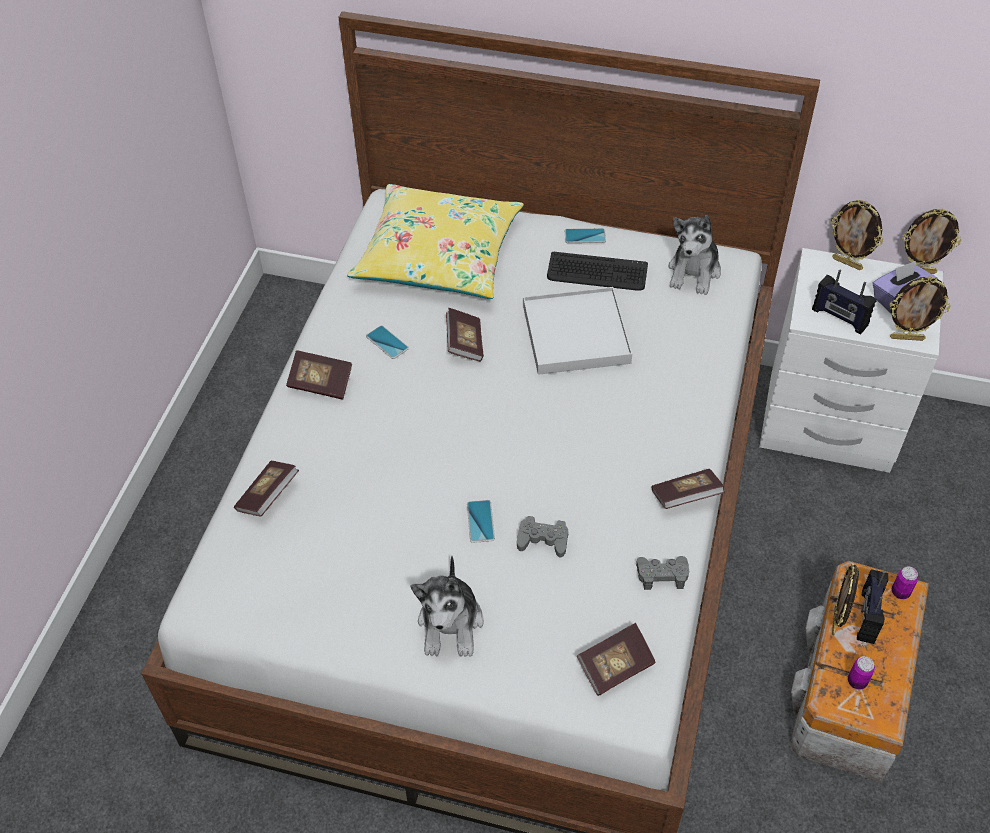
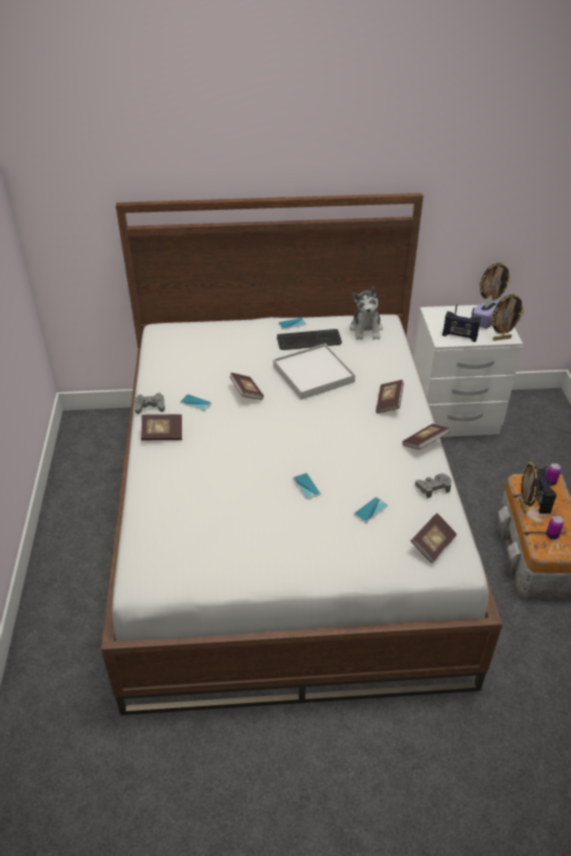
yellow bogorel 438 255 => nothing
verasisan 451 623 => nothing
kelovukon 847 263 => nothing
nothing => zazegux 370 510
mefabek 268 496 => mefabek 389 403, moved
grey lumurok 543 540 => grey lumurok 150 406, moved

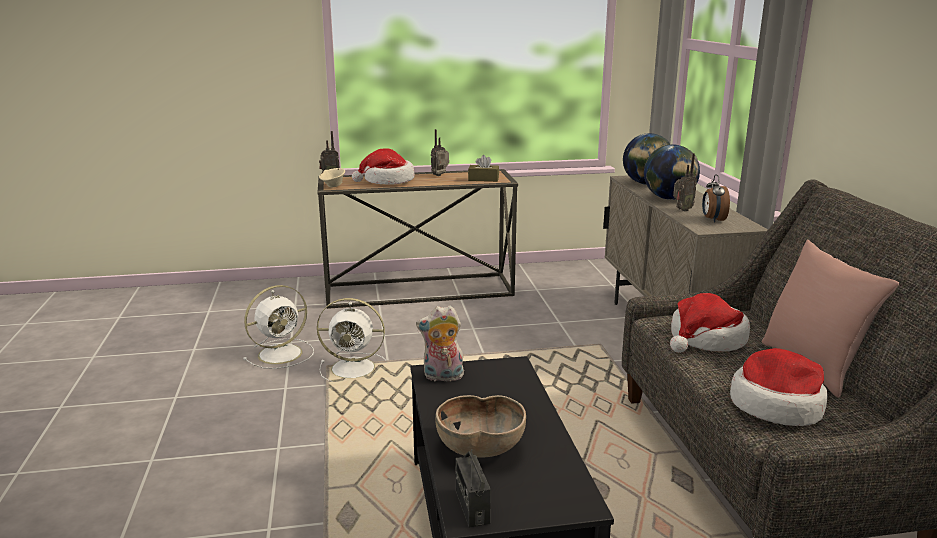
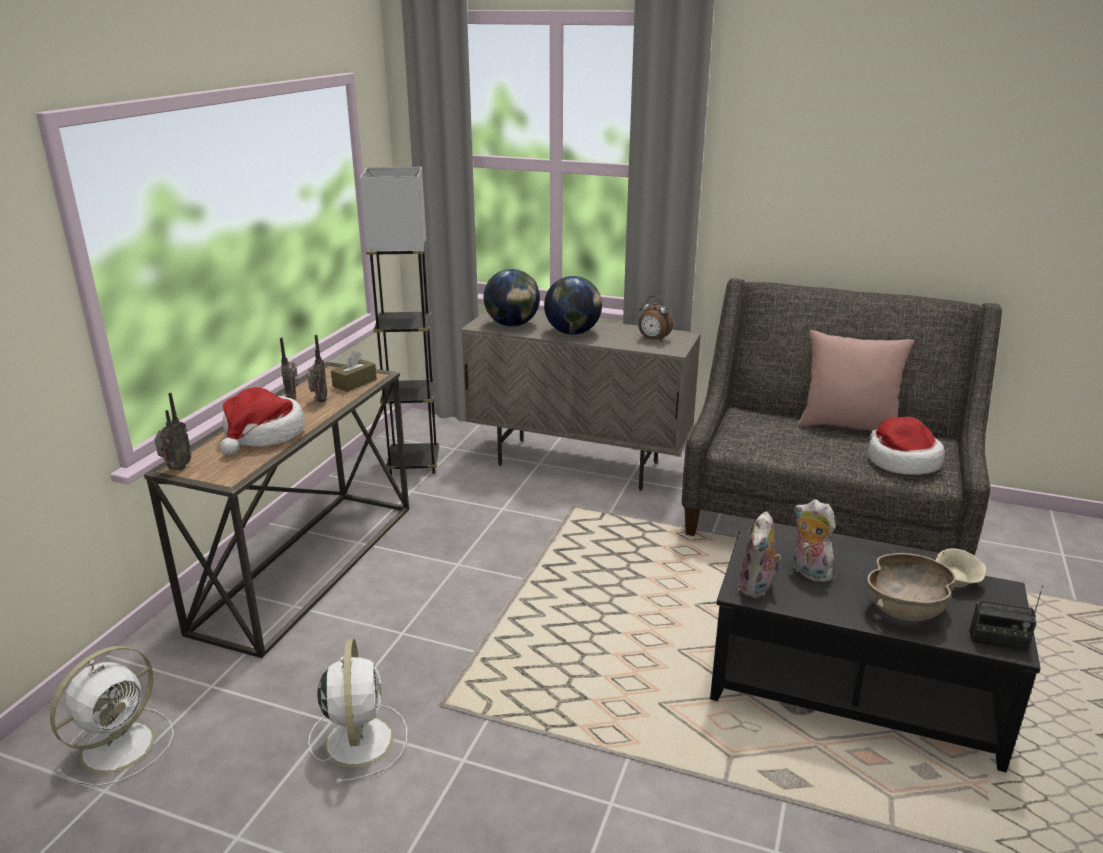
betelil 706 339 => nothing
nothing => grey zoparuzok 414 463
nothing => verasisan 808 572
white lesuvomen 355 368 => white lesuvomen 121 744, moved
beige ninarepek 333 186 => beige ninarepek 956 583, moved
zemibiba 681 210 => zemibiba 319 401, moved

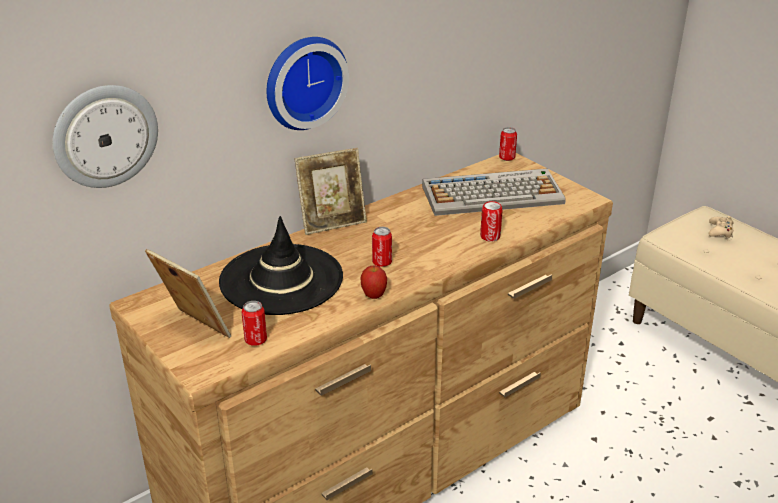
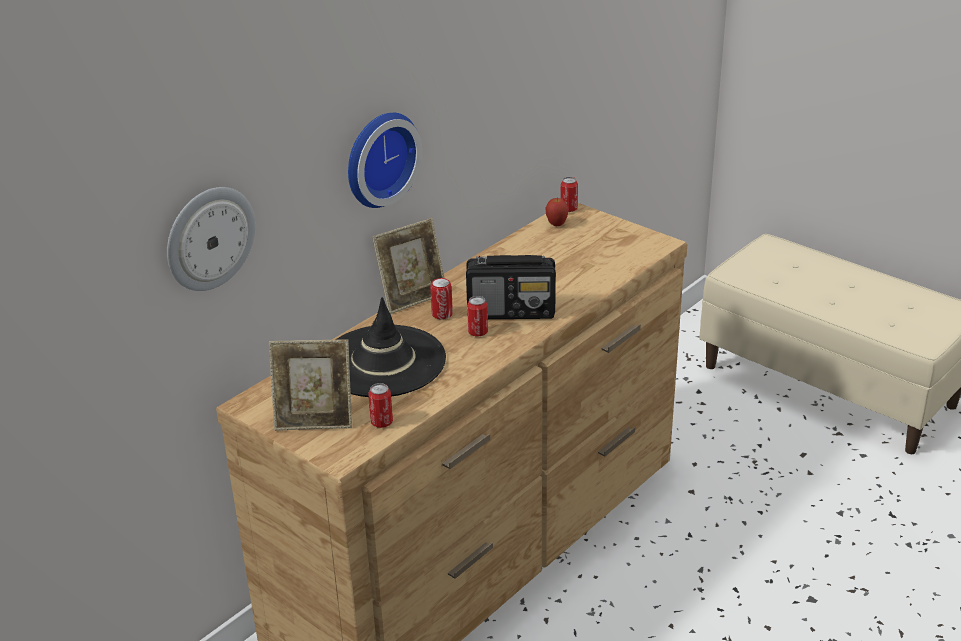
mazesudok 493 194 => nothing
beige lumurok 720 231 => nothing
nothing => zemibiba 512 311
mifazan 374 296 => mifazan 556 224, moved
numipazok 490 236 => numipazok 442 314, moved
kelovukon 193 329 => kelovukon 315 420, 150 degrees clockwise

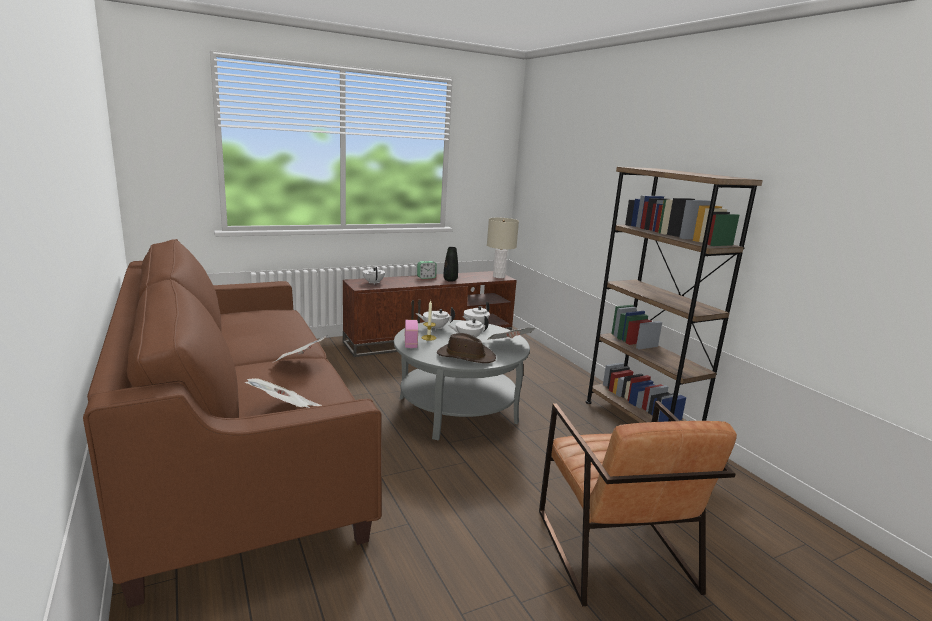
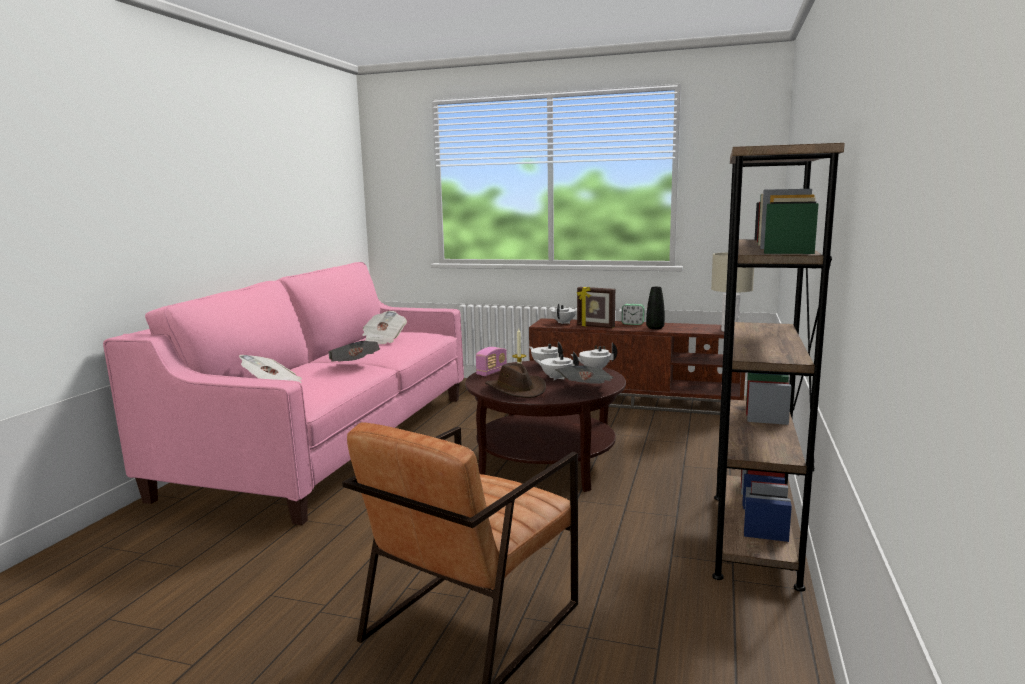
nothing => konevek 383 341
nothing => kelovukon 595 327
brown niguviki 237 450 => pink niguviki 331 442
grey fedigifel 457 410 => brown fedigifel 545 463

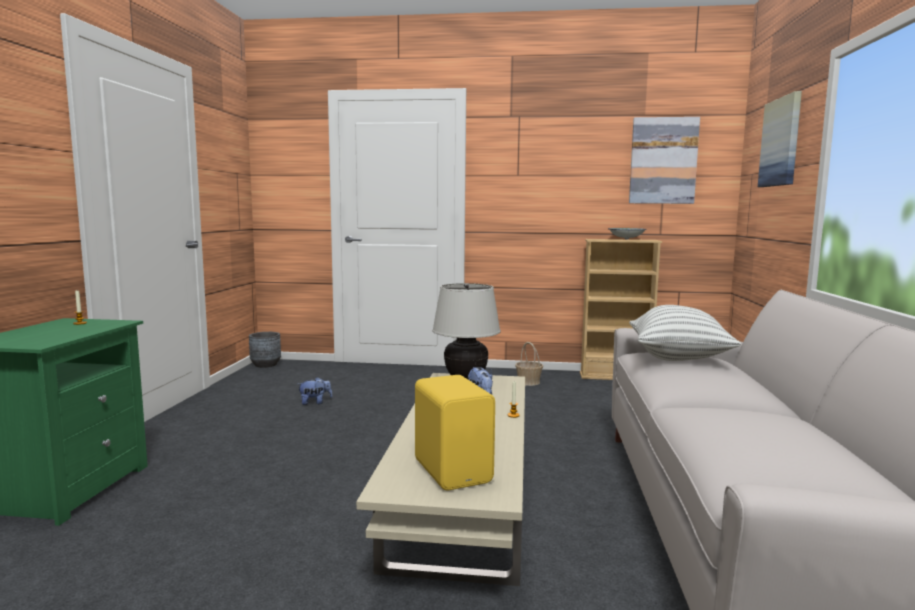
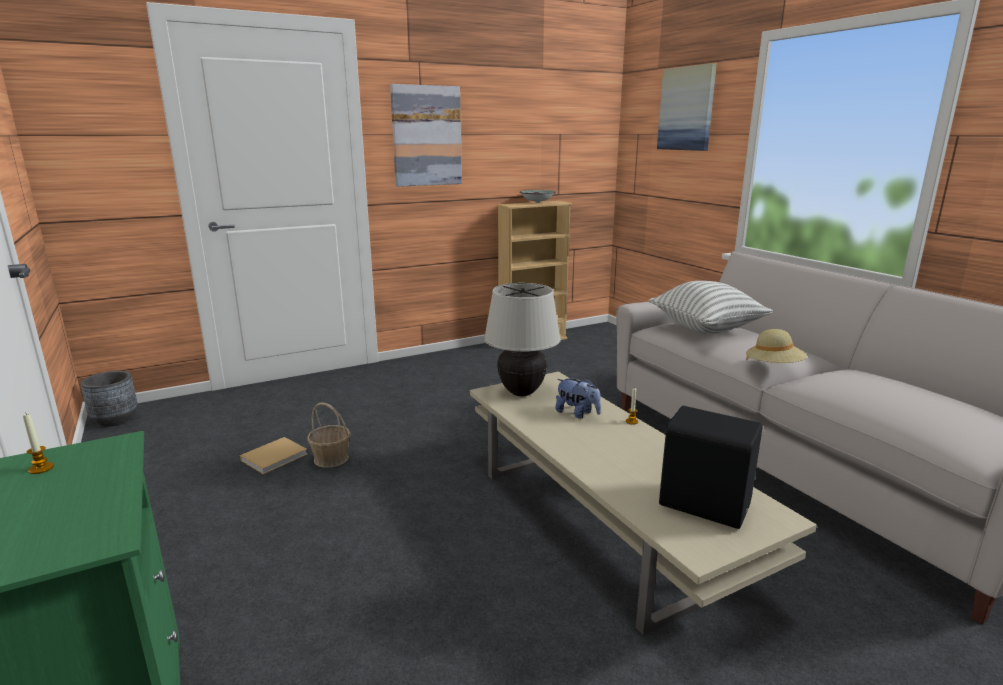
nothing => beige betelil 773 367
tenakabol 528 382 => tenakabol 331 459, moved
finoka 663 161 => finoka 426 136, moved
verasisan 315 402 => beige mefabek 276 456
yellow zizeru 454 471 => black zizeru 703 504

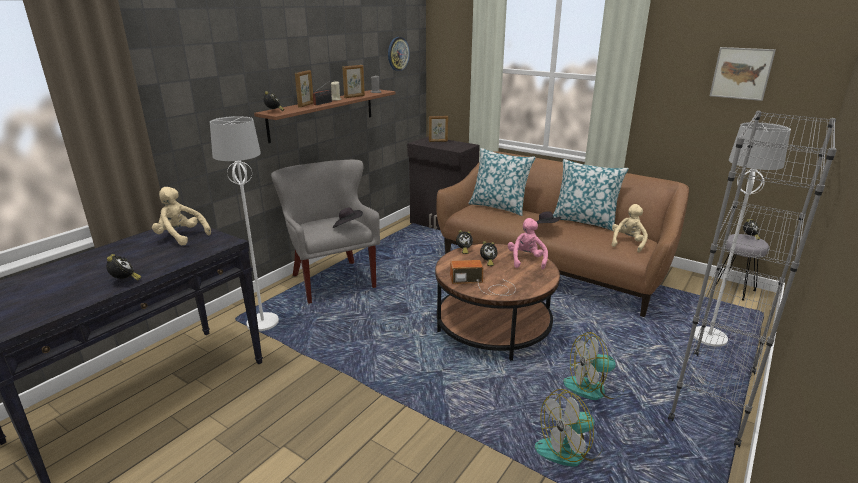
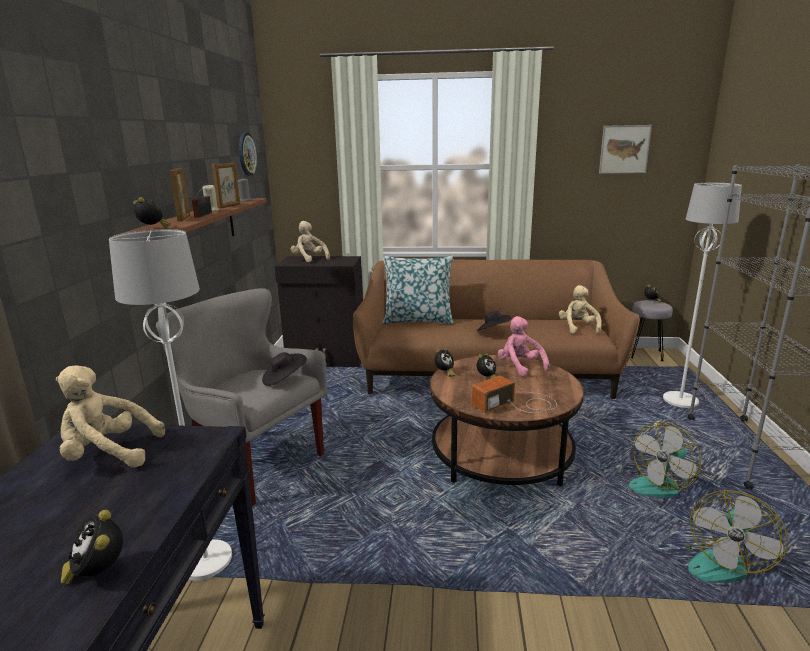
bogorel 584 221 => nothing
kelovukon 438 141 => beige verasisan 309 259
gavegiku 125 281 => gavegiku 98 573, 150 degrees counterclockwise

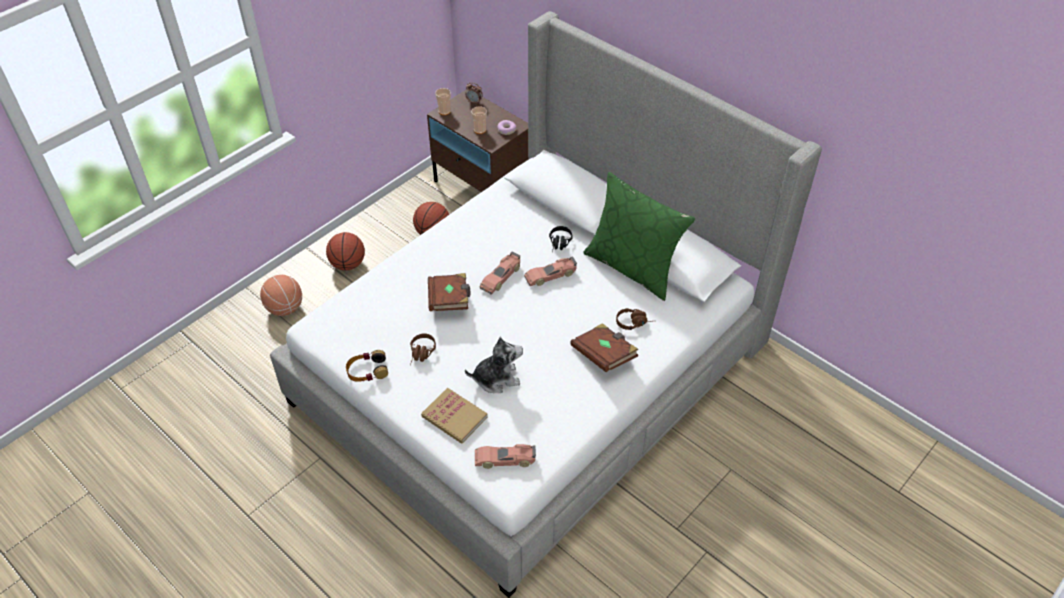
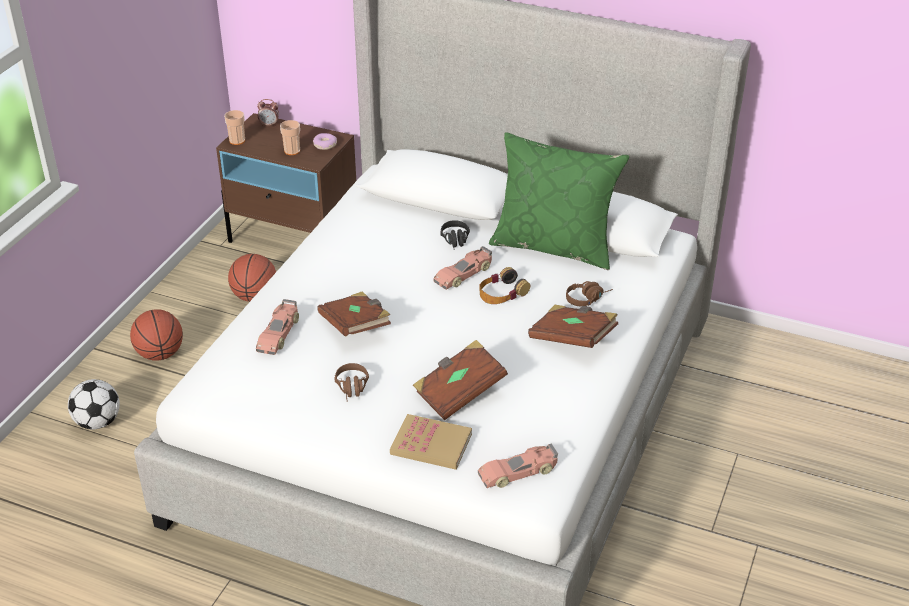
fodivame 367 370 => fodivame 502 293, moved
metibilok 501 277 => metibilok 278 333, moved
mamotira 285 308 => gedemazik 98 422
verasisan 496 378 => brown mefabek 459 392

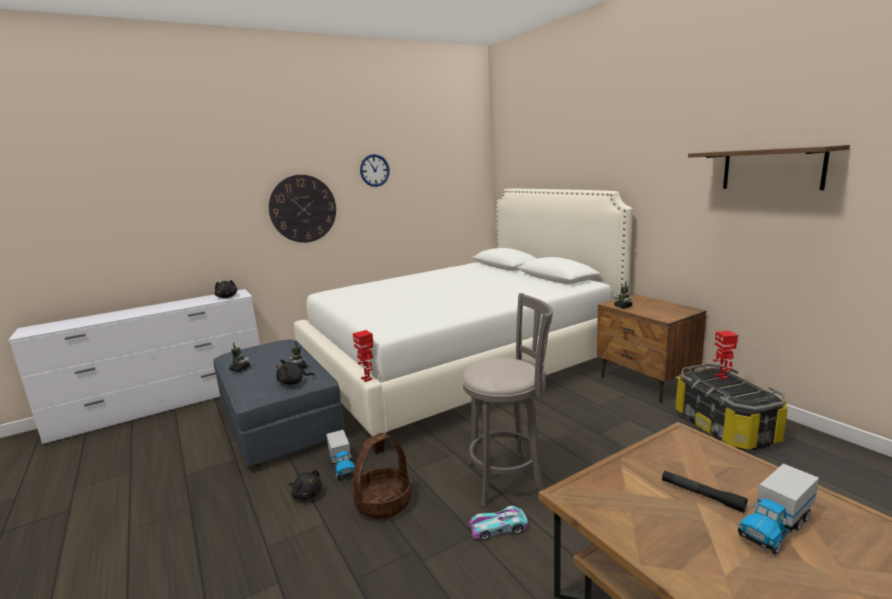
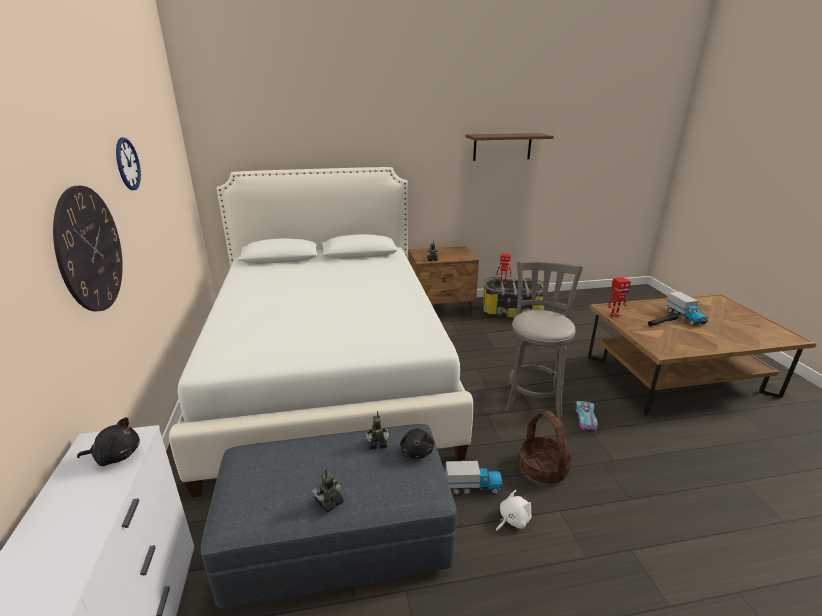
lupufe 367 379 => lupufe 614 315, moved
black verasisan 306 494 => white verasisan 512 520

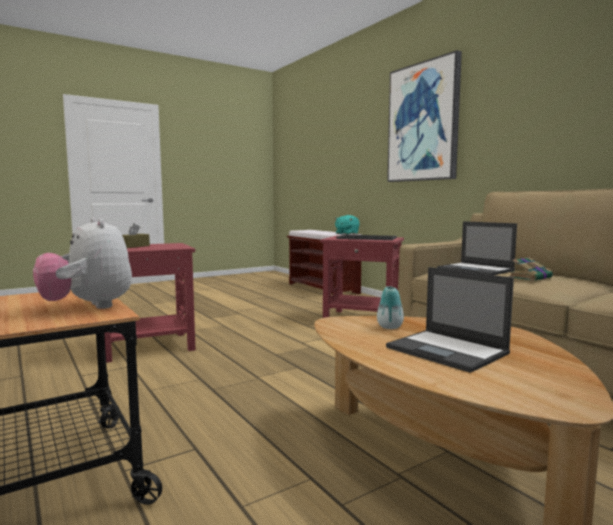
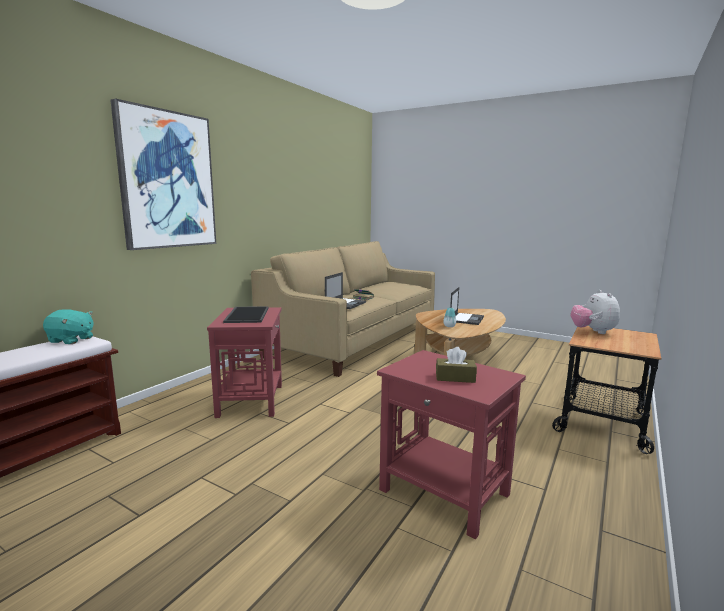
verasisan 88 307 => verasisan 593 332, 150 degrees clockwise

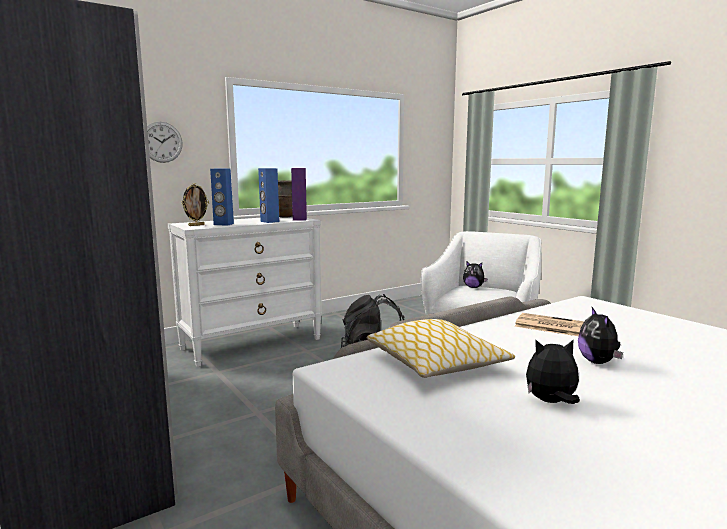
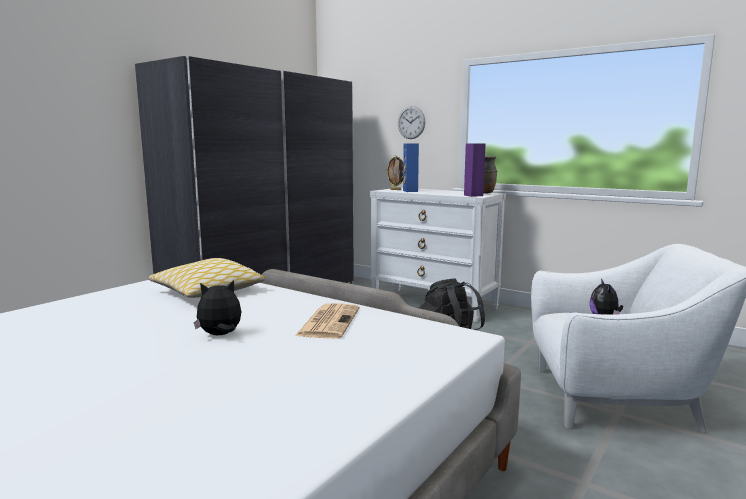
blue zizeru 269 221 => nothing
verasisan 551 402 => nothing

